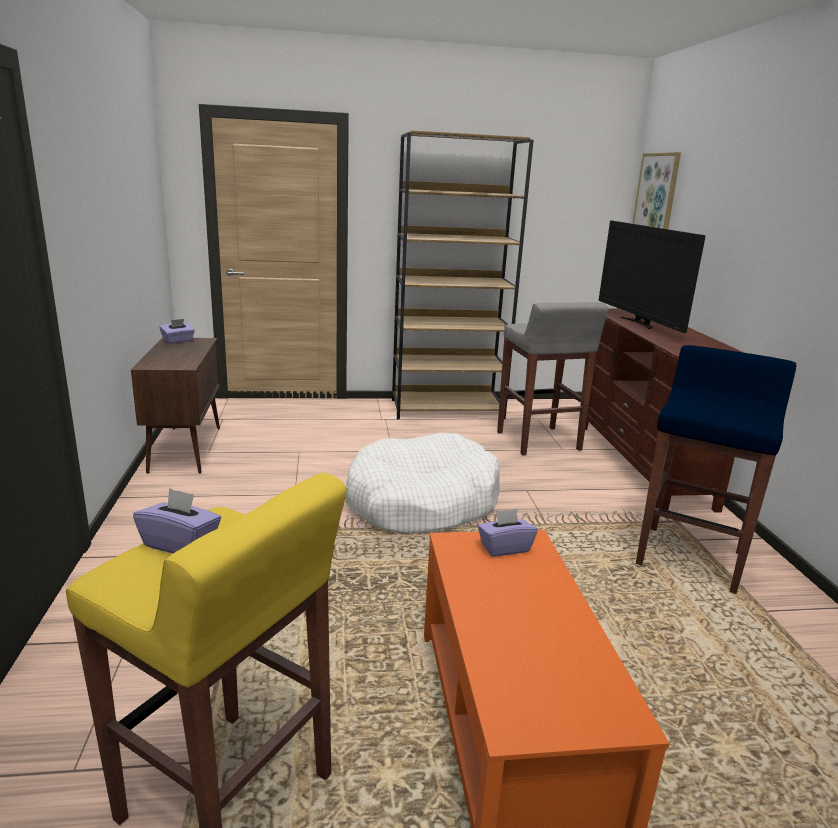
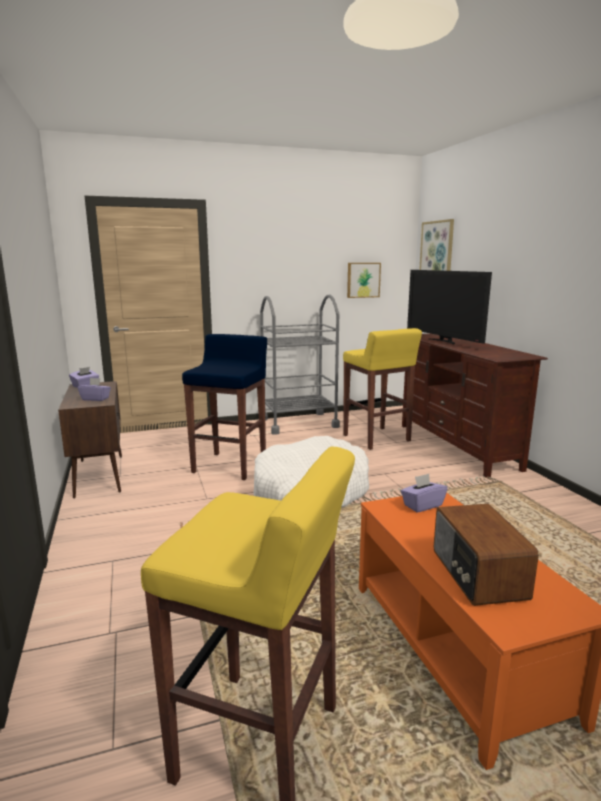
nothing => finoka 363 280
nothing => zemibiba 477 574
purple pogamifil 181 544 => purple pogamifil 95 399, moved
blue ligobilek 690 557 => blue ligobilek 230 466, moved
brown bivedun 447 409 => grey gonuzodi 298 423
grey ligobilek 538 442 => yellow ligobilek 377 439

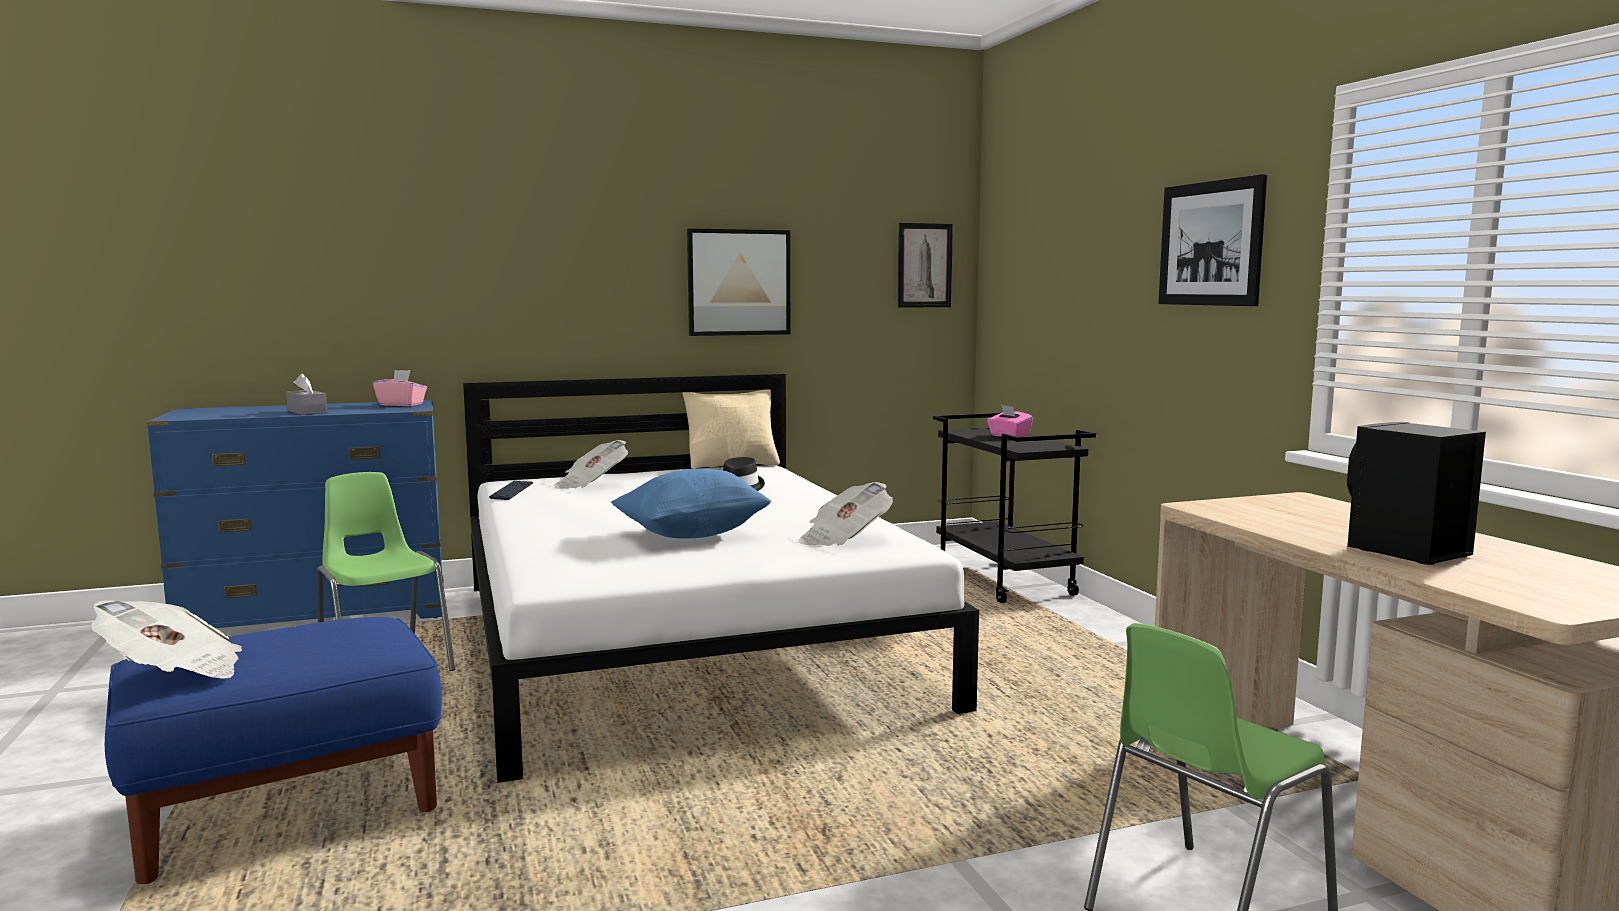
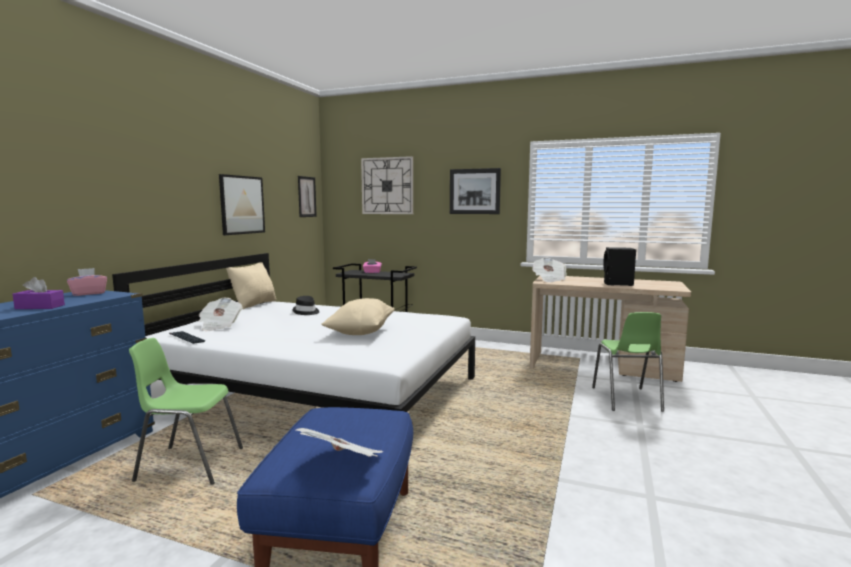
nothing => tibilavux 387 186
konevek 844 539 => konevek 549 279, moved
grey pogamifil 307 412 => purple pogamifil 40 307
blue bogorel 692 535 => beige bogorel 360 332

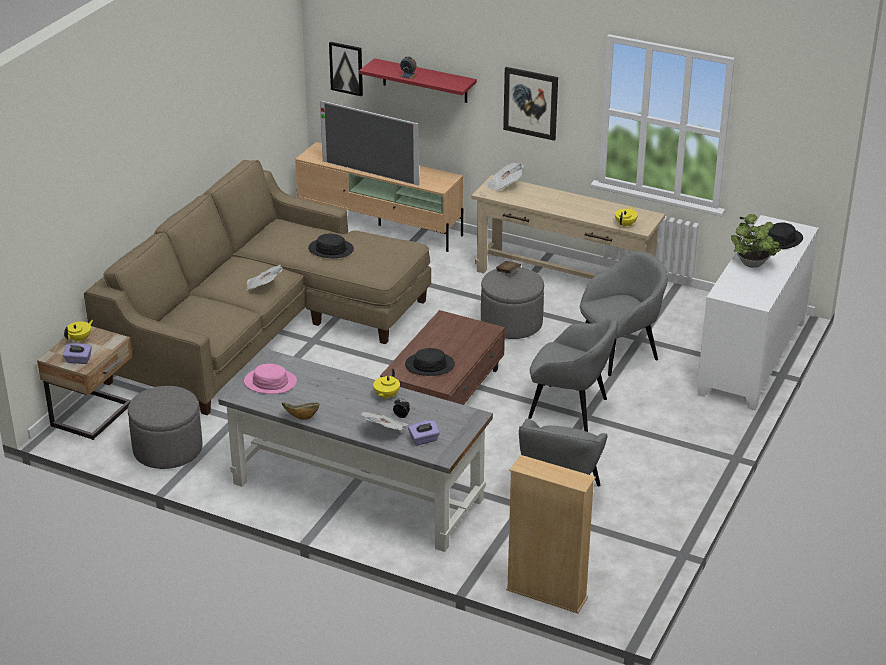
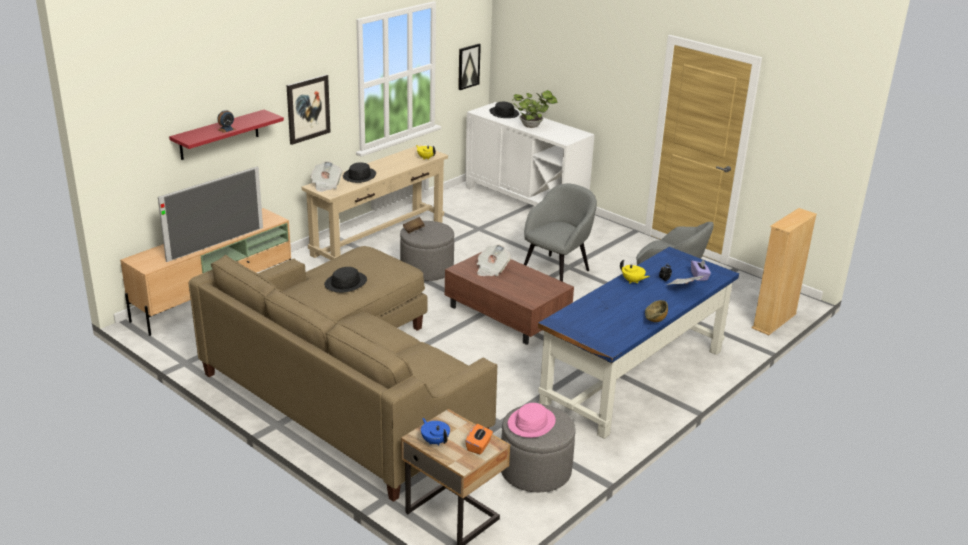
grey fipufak 619 352 => nothing
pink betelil 270 382 => pink betelil 531 423, moved
konevek 263 286 => konevek 491 269, moved
finoka 346 68 => finoka 468 66, moved
black betelil 429 365 => black betelil 359 176, moved
purple pogamifil 78 360 => orange pogamifil 479 446
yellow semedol 80 339 => blue semedol 435 441
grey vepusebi 356 491 => blue vepusebi 633 377

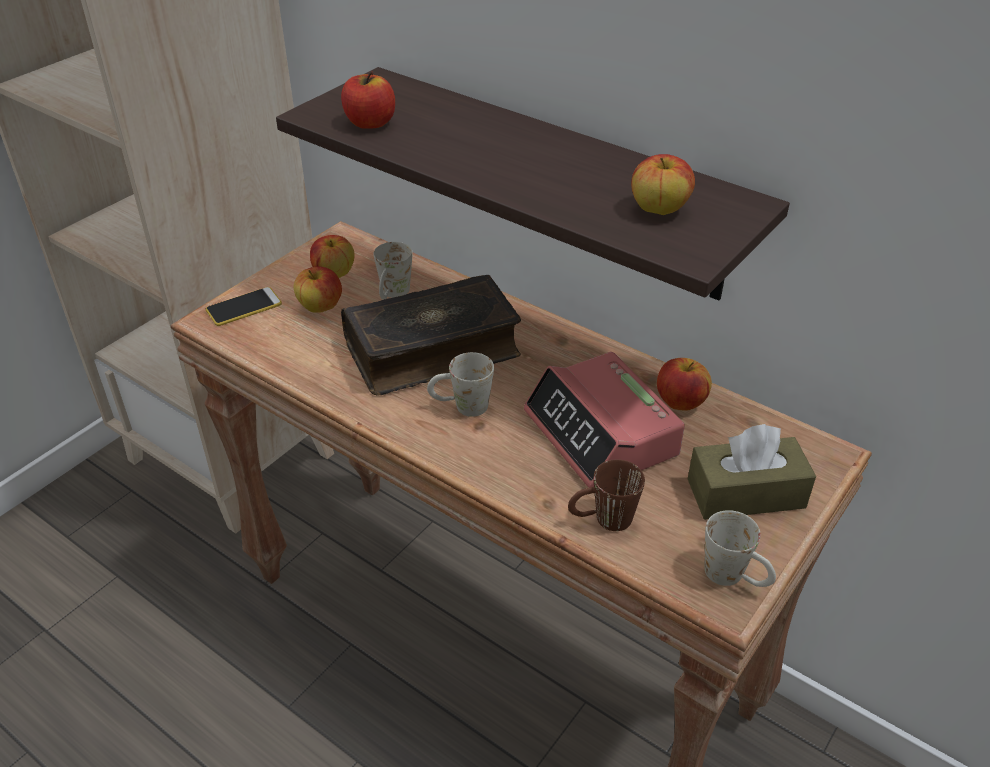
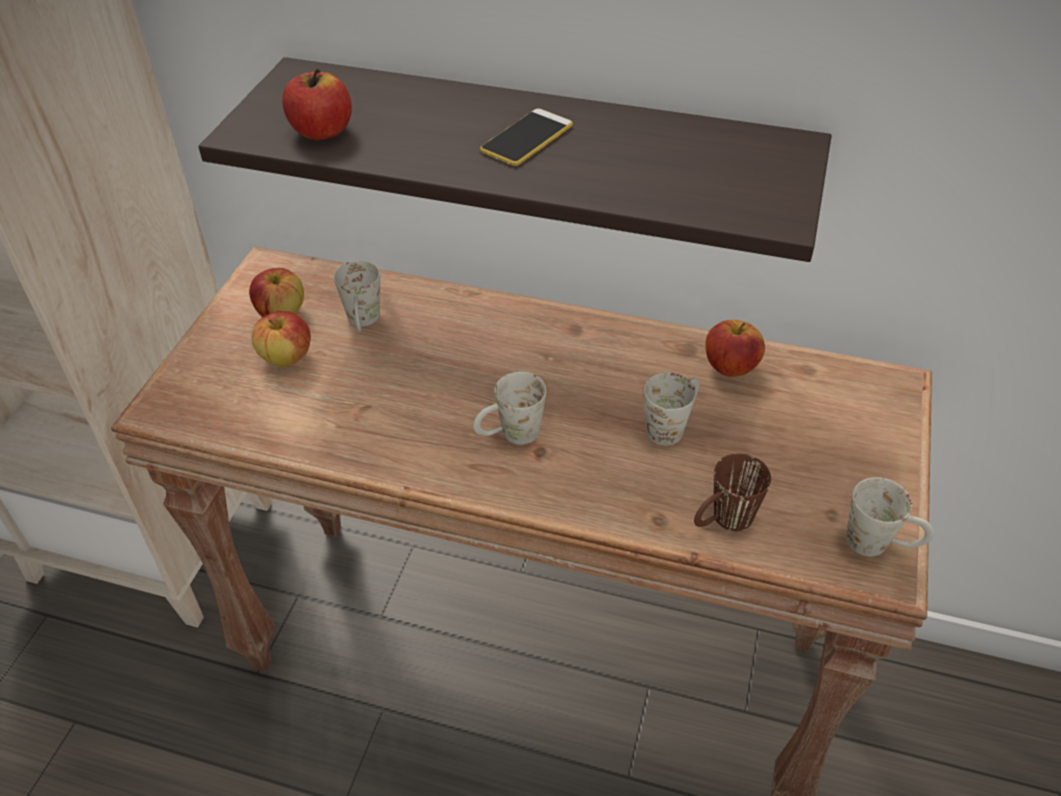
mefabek 433 350 => nothing
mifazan 659 209 => nothing
brown pogamifil 746 493 => nothing
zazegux 244 307 => zazegux 527 138, moved
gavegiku 601 434 => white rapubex 671 425

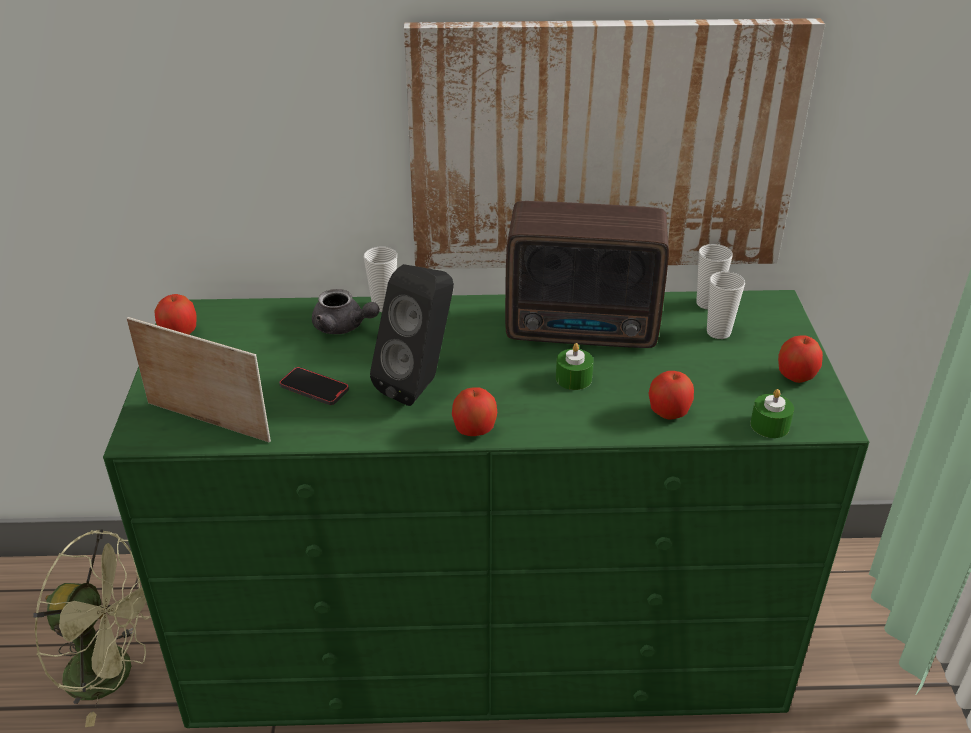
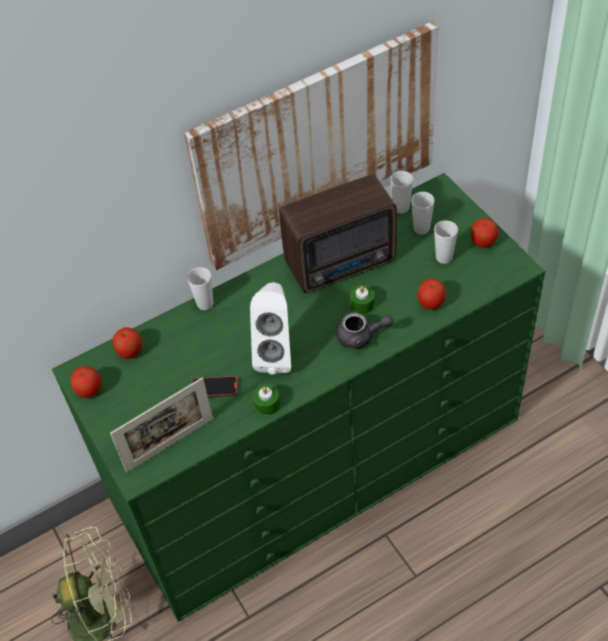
nothing => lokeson 444 257
grey semedol 343 327 => grey semedol 361 337, moved
mifazan 474 430 => mifazan 130 351, moved
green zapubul 769 425 => green zapubul 267 404, moved
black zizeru 420 385 => white zizeru 276 353
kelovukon 208 422 => kelovukon 170 444, 150 degrees clockwise

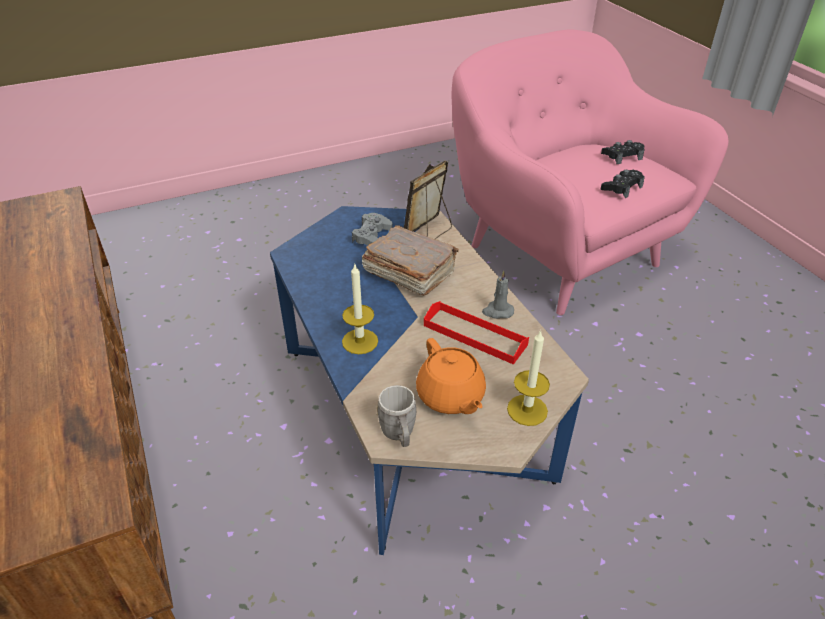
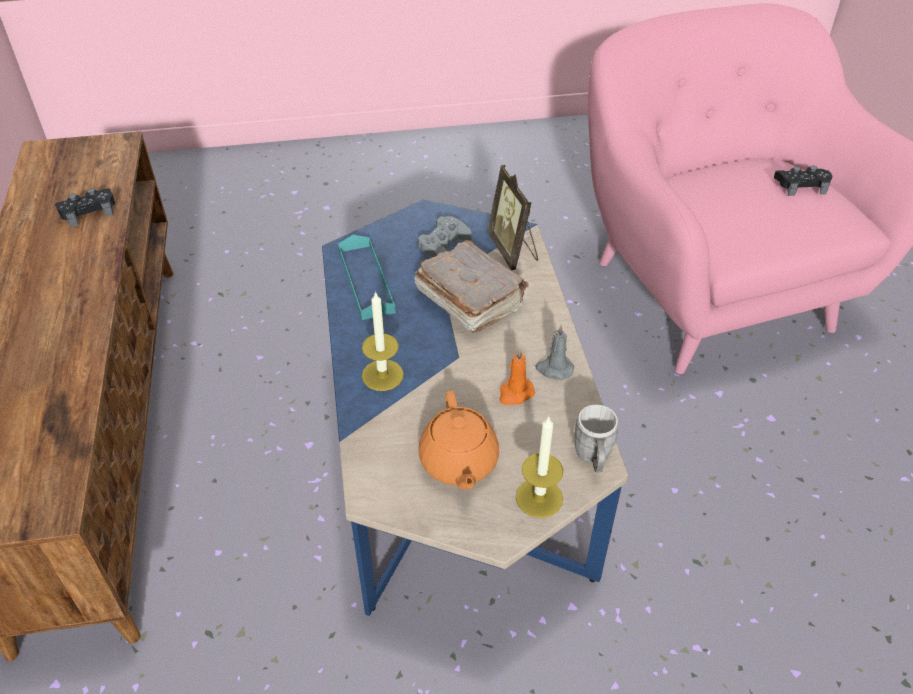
nothing => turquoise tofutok 366 281
grey rapubex 399 435 => grey rapubex 593 458, moved
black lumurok 621 188 => black lumurok 88 211, moved
red tofutok 474 335 => orange zapubul 515 393
kelovukon 429 232 => kelovukon 513 250, 75 degrees counterclockwise

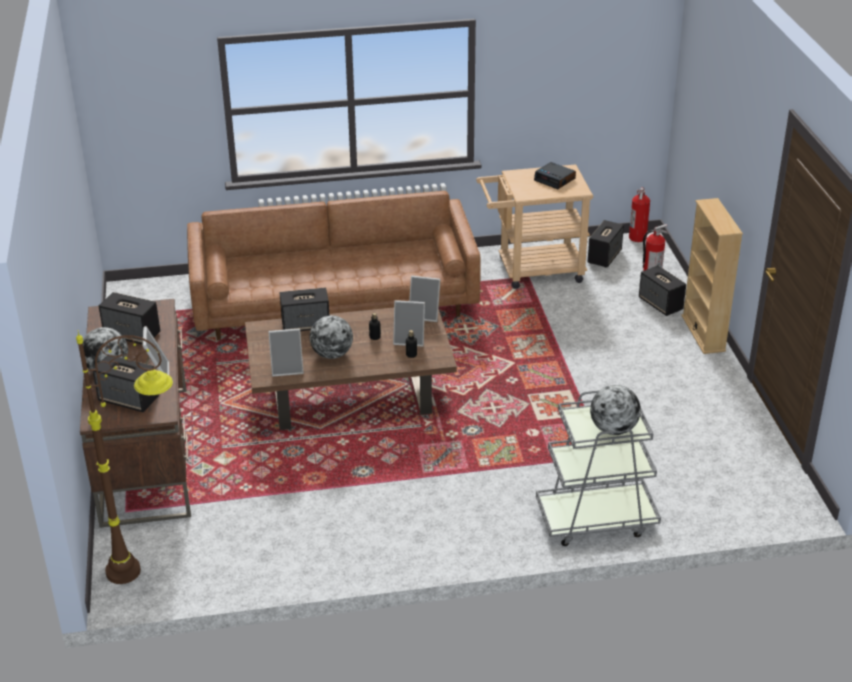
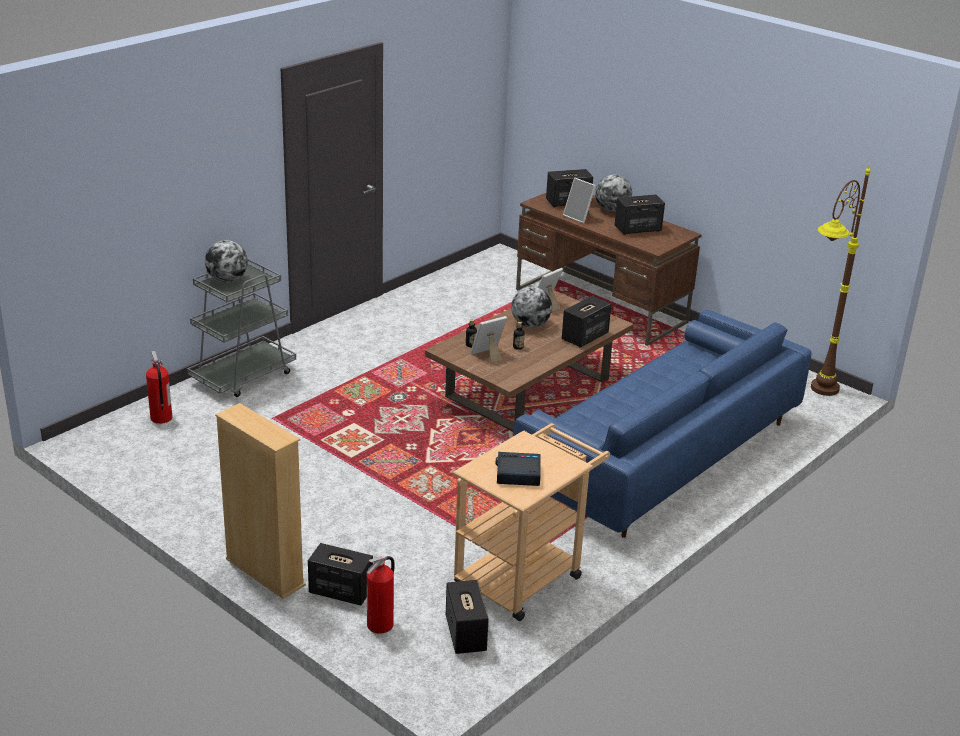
kelovukon 425 315 => nothing
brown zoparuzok 153 568 => brown zoparuzok 812 397, moved
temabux 638 237 => temabux 161 418, moved
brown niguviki 334 302 => blue niguviki 660 454

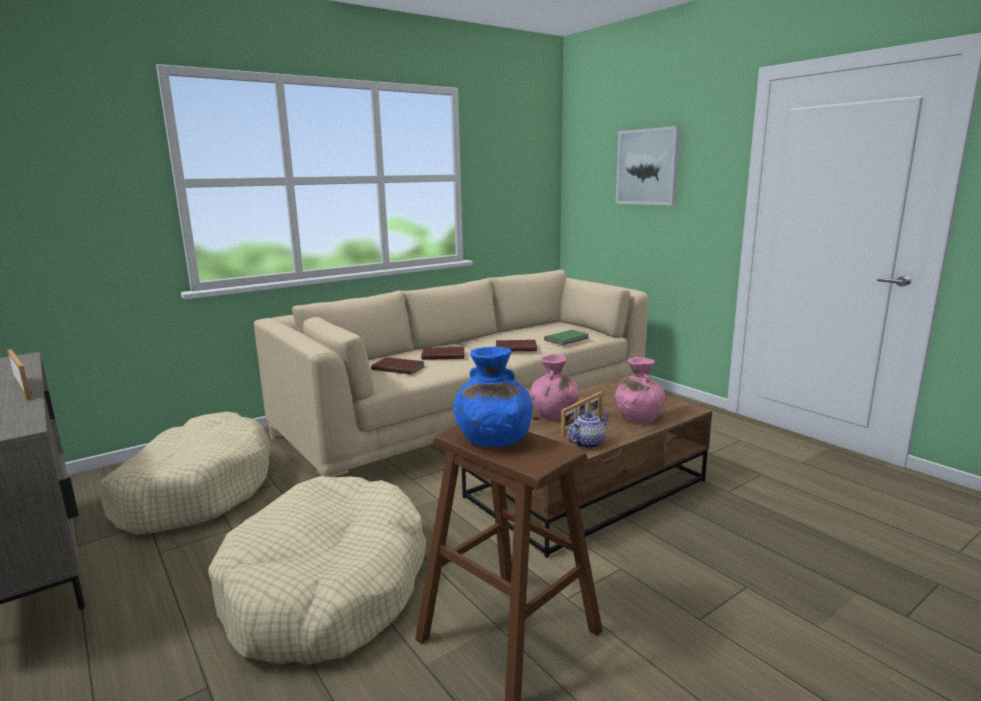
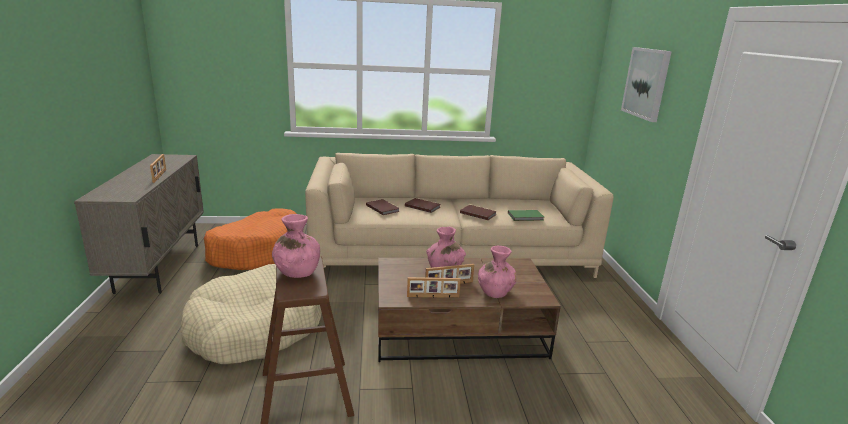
semedol 588 443 => kelovukon 433 297
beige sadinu 195 490 => orange sadinu 257 251
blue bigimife 493 439 => pink bigimife 297 271

